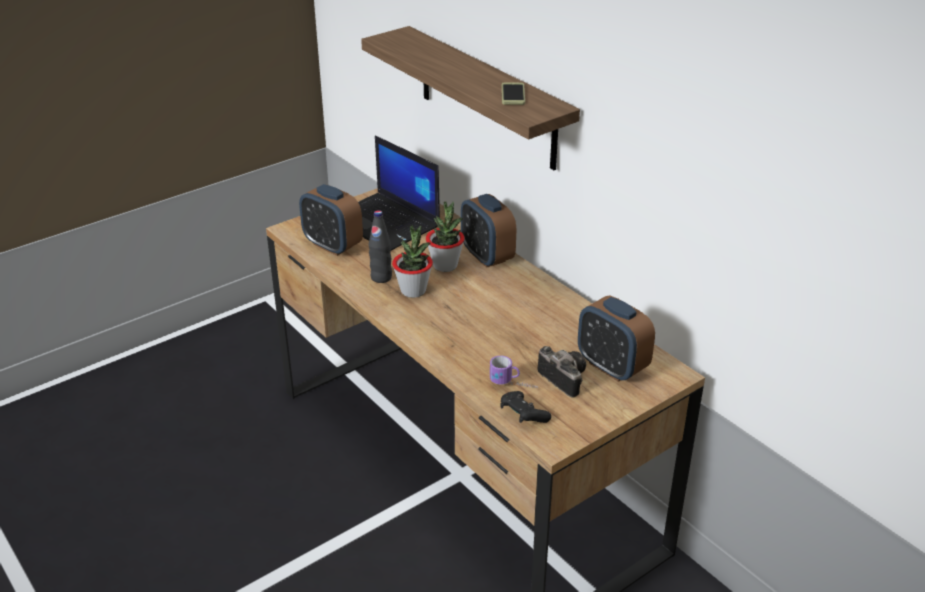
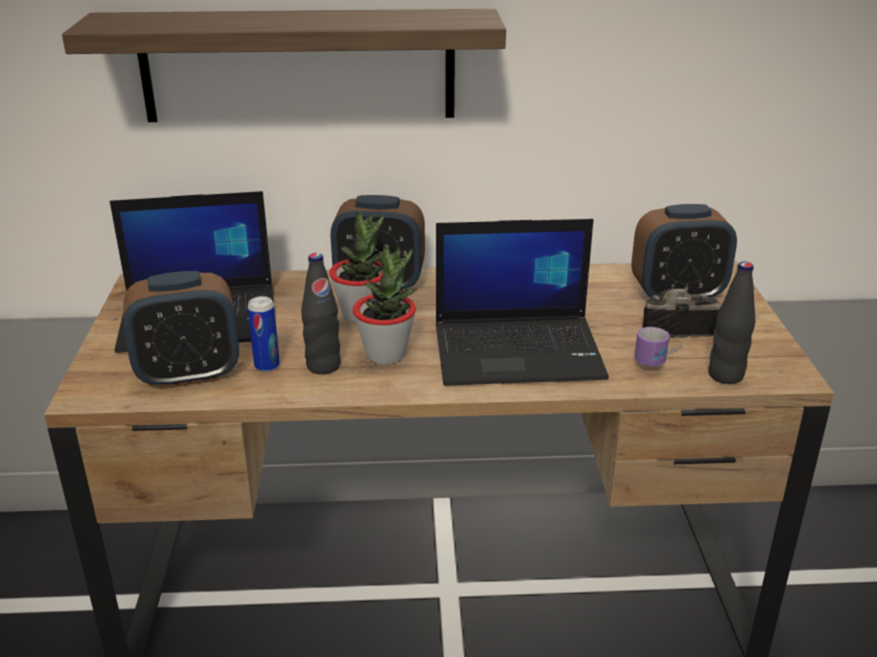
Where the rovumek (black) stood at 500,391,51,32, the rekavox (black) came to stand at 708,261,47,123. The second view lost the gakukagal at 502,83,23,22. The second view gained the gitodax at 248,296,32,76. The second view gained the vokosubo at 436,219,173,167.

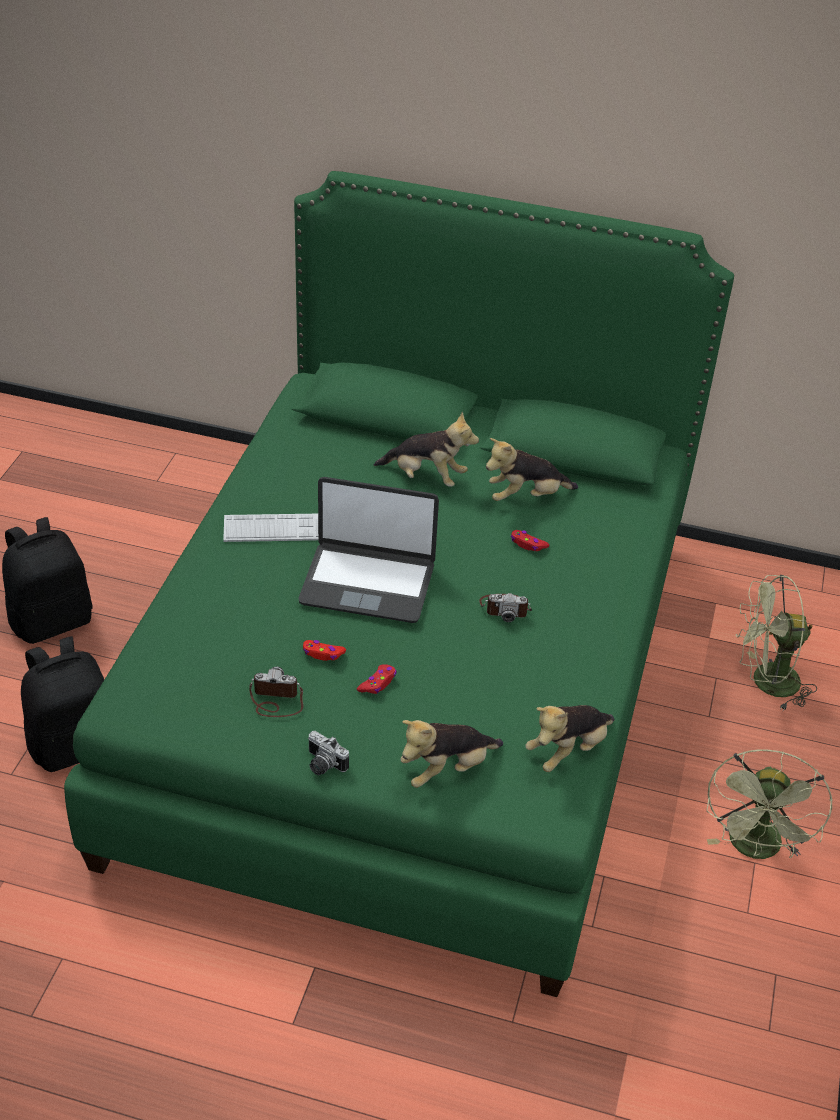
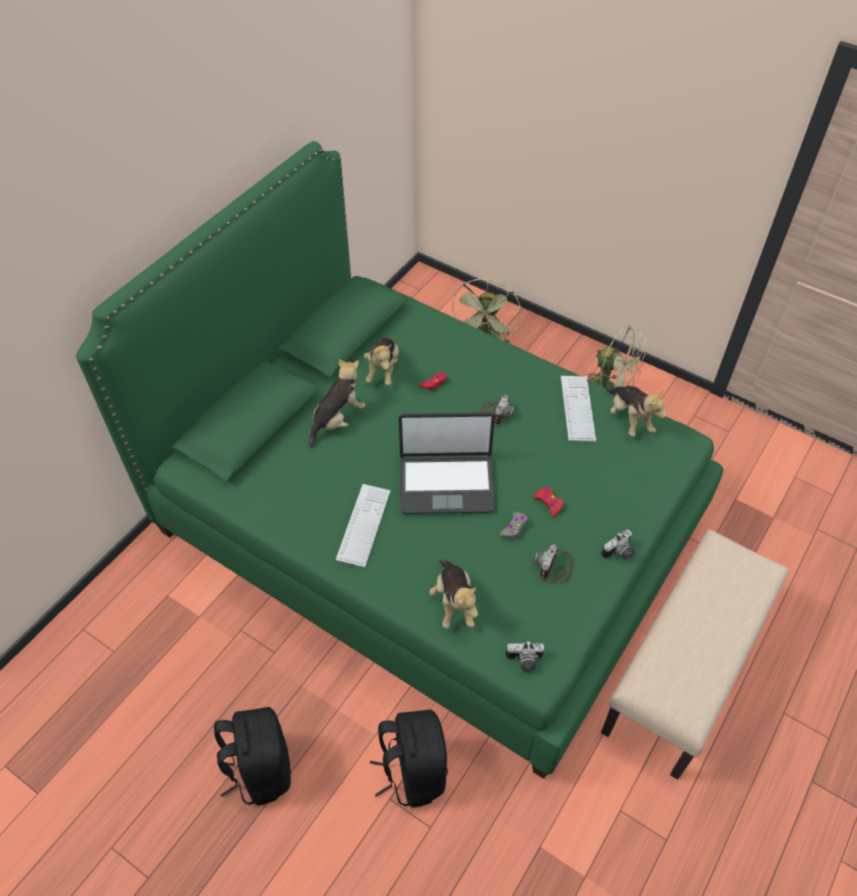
The vokosubo at 298,477,141,146 ended up facing another way, 60 degrees clockwise from before. What was the rovumek (red) at 303,640,43,21 turned into the rovumek (grey) at 500,512,28,26. The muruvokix ended up elsewhere, having gone from 401,720,102,68 to 429,560,49,69. The second view gained the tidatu at 505,641,39,32. The second view gained the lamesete at 561,376,35,66. The second view gained the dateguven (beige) at 601,530,188,250.

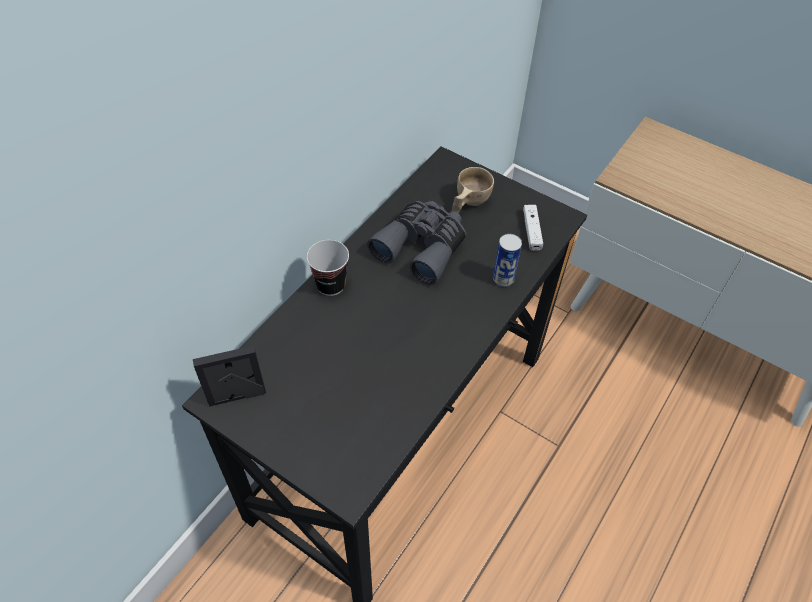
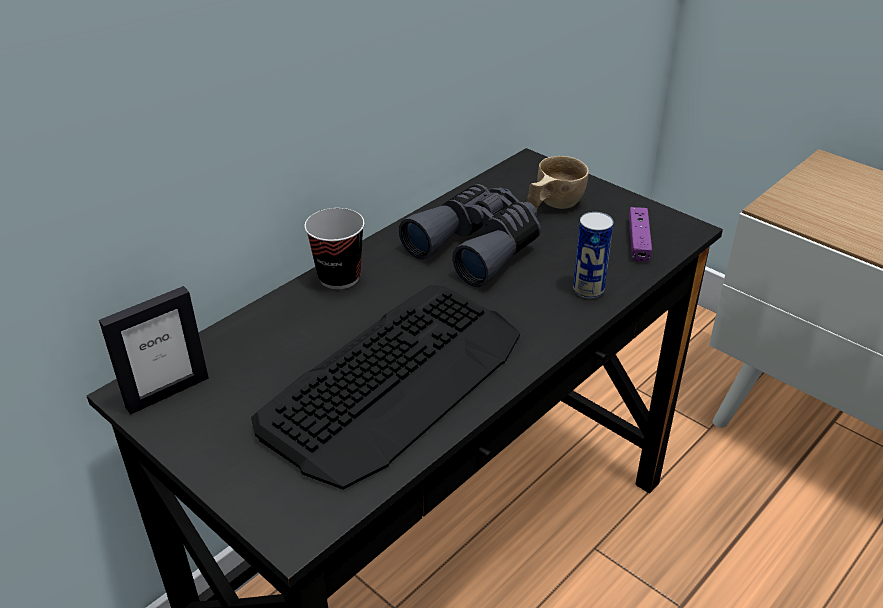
The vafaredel at 193,345,73,62 ended up facing another way, 150 degrees clockwise from before. What was the rovumek (white) at 523,205,20,46 turned into the rovumek (purple) at 629,207,23,55. The second view gained the lamesete at 251,285,269,205.

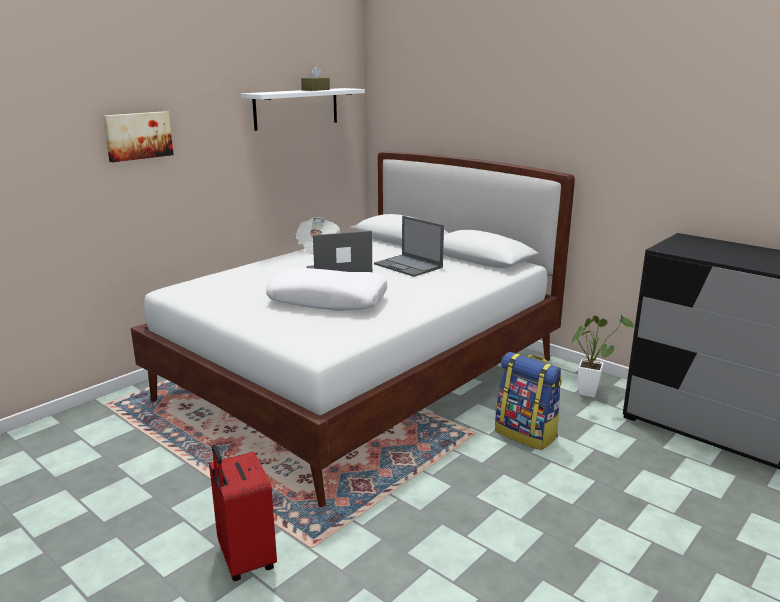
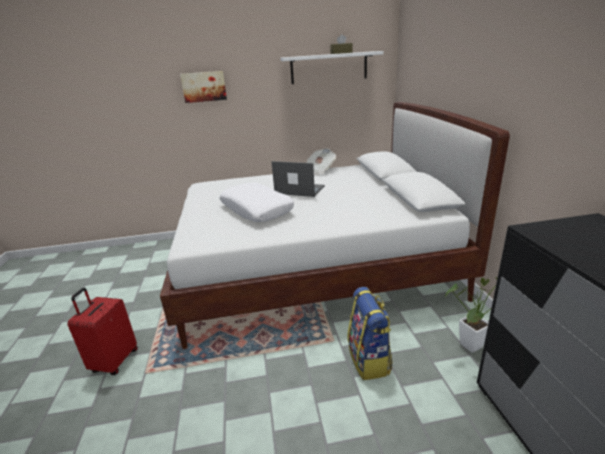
The second view lost the vokosubo at 374,216,70,61.

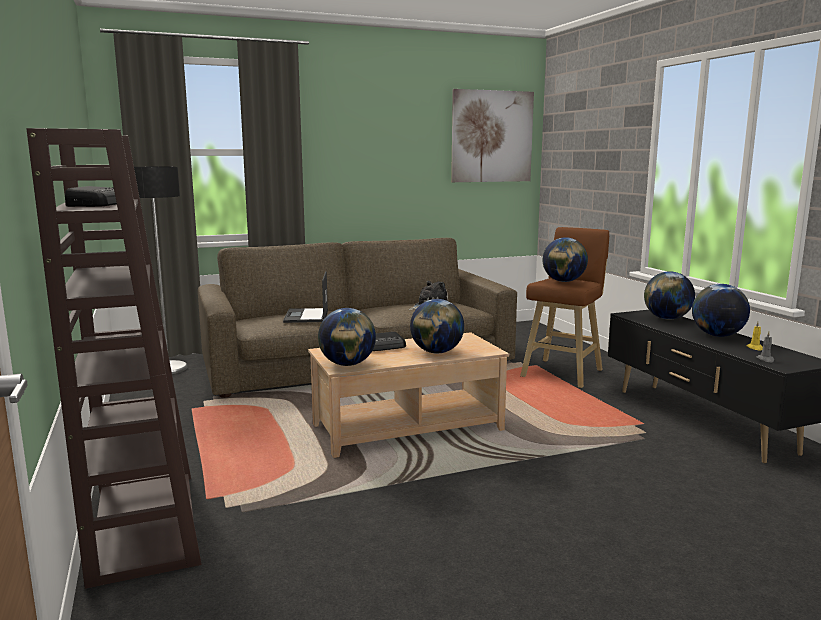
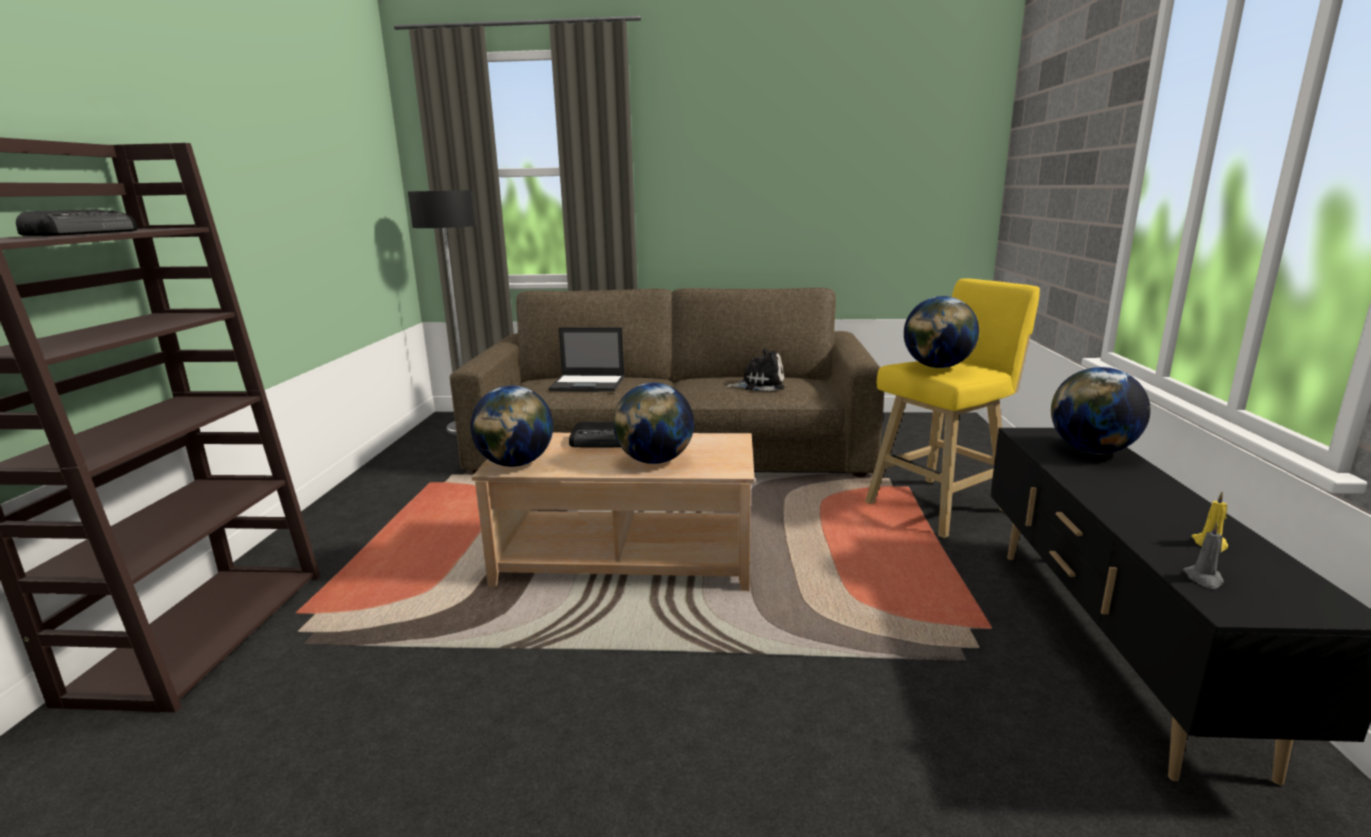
The vokosubo at 283,271,45,52 ended up facing another way, 105 degrees counterclockwise from before. The second view lost the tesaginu at 451,89,83,93. What was the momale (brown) at 520,227,89,161 turned into the momale (yellow) at 865,278,175,260. The second view lost the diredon at 692,284,58,53.

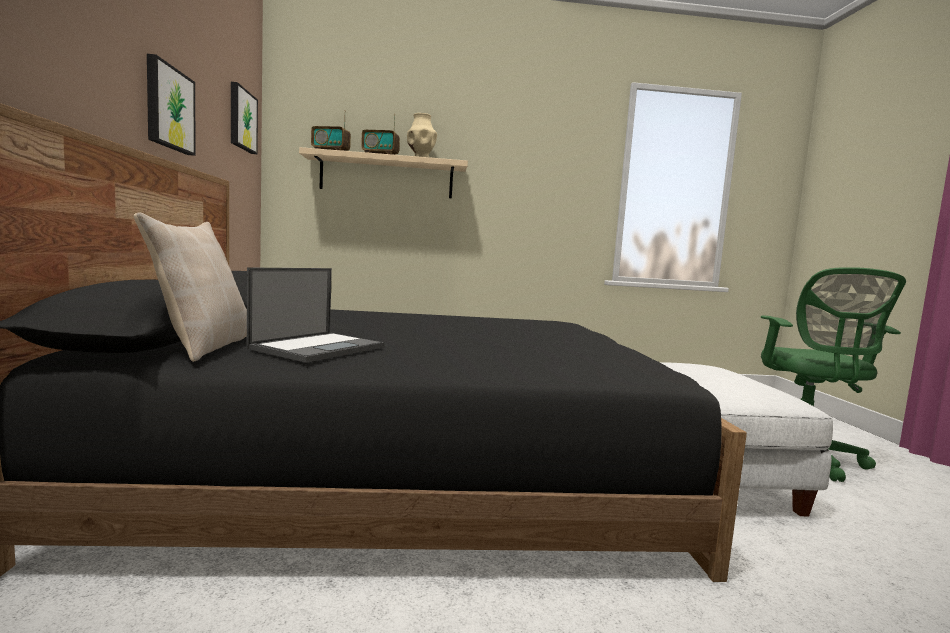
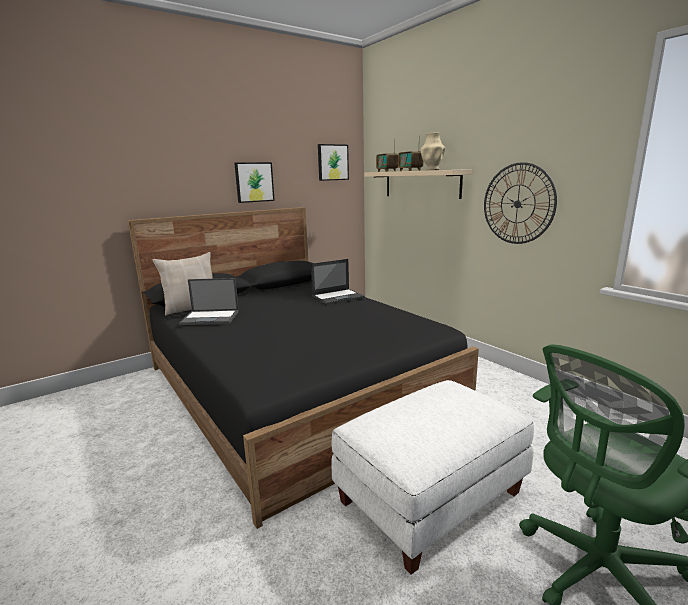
The second view gained the vokosubo at 311,259,54,46. The second view gained the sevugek at 484,162,73,82.

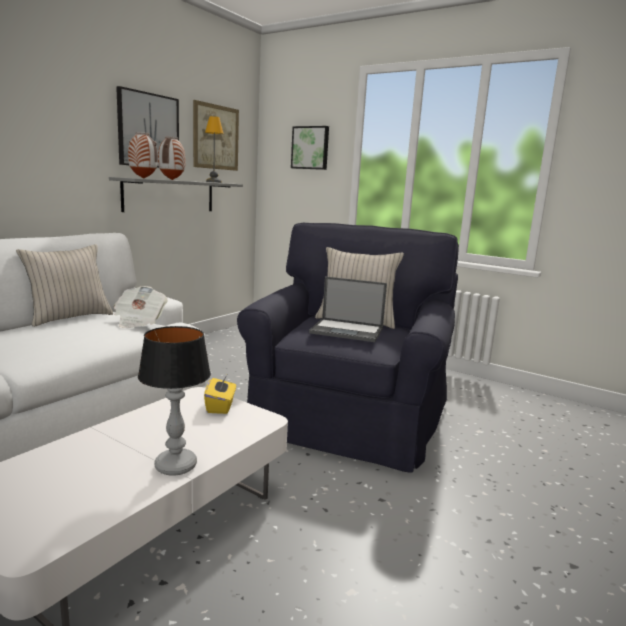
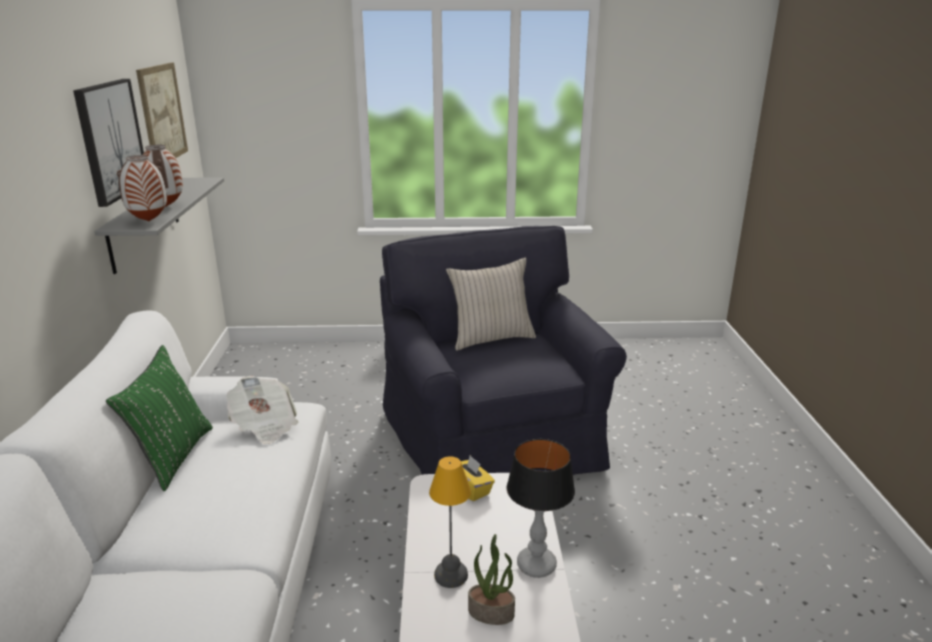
What was the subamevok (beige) at 16,244,97,83 turned into the subamevok (green) at 106,345,107,146. The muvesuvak ended up elsewhere, having gone from 205,116,18,67 to 429,456,42,132. The second view lost the tesaginu at 291,126,38,44. The second view lost the vokosubo at 309,277,78,65. The second view gained the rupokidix at 468,534,47,91.

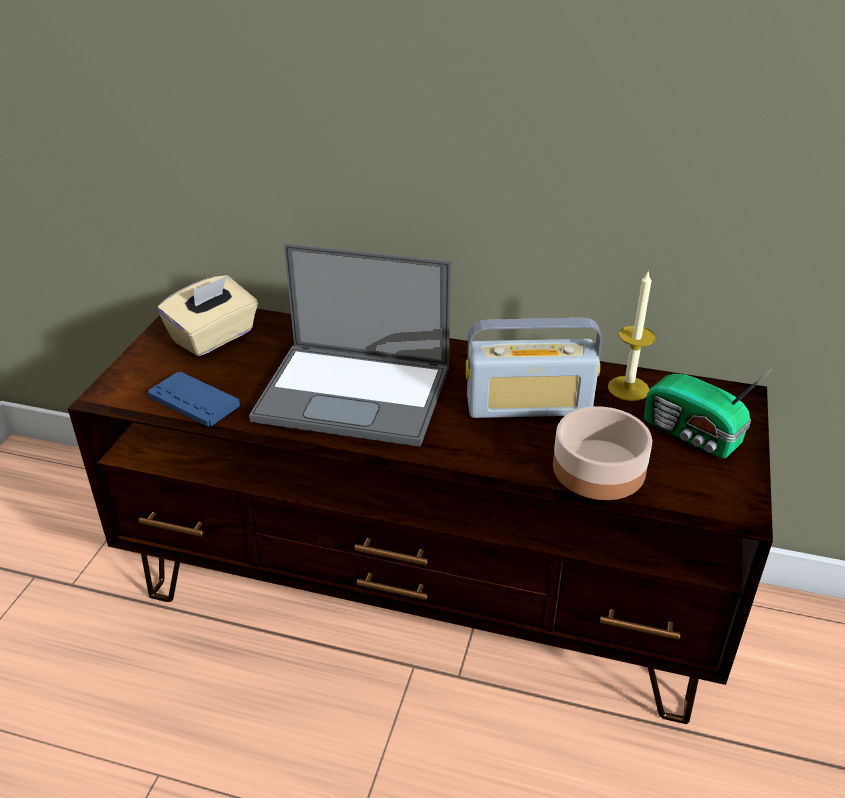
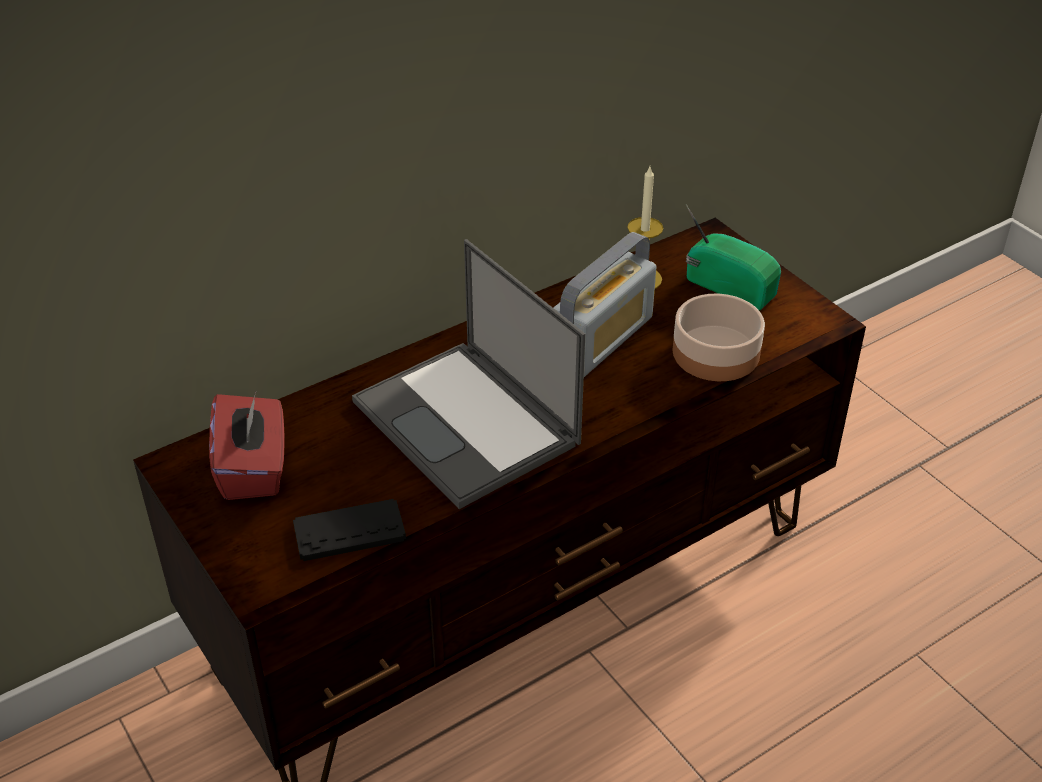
What was the rovumek (blue) at 148,372,92,55 turned into the rovumek (black) at 293,499,113,62. What was the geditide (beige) at 157,275,101,81 turned into the geditide (red) at 209,393,75,107. The vokosubo at 249,243,202,204 ended up facing another way, 90 degrees clockwise from before. The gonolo at 644,368,129,90 ended up facing another way, 135 degrees counterclockwise from before.

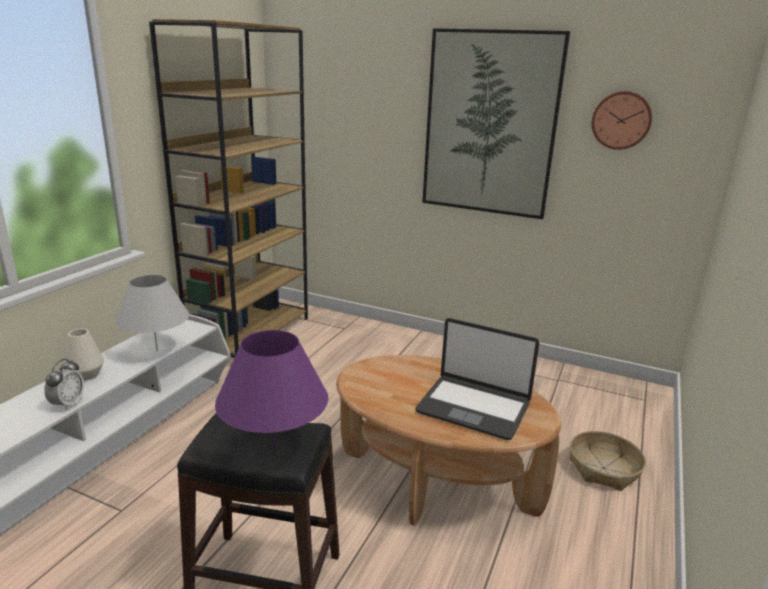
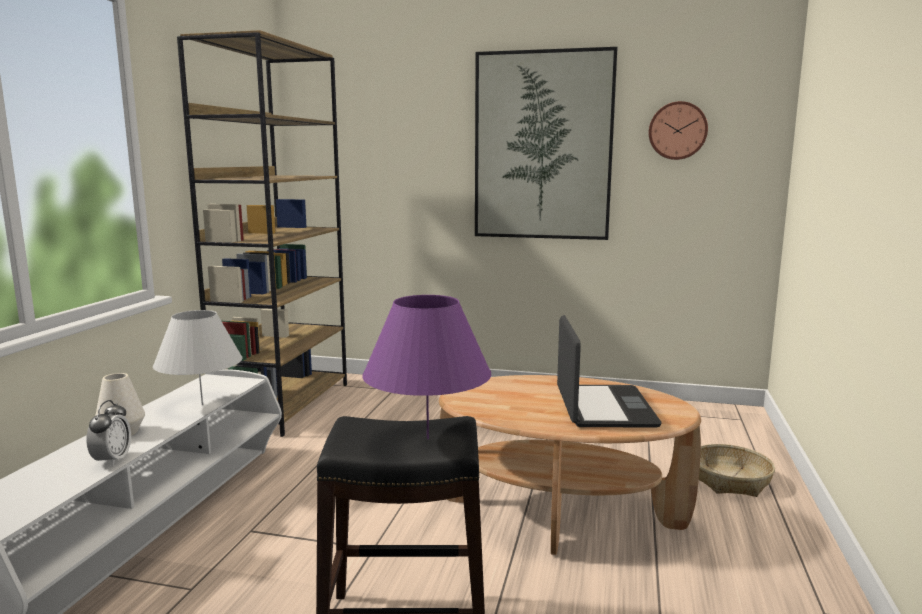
The vokosubo at 416,318,123,122 ended up facing another way, 105 degrees counterclockwise from before.

